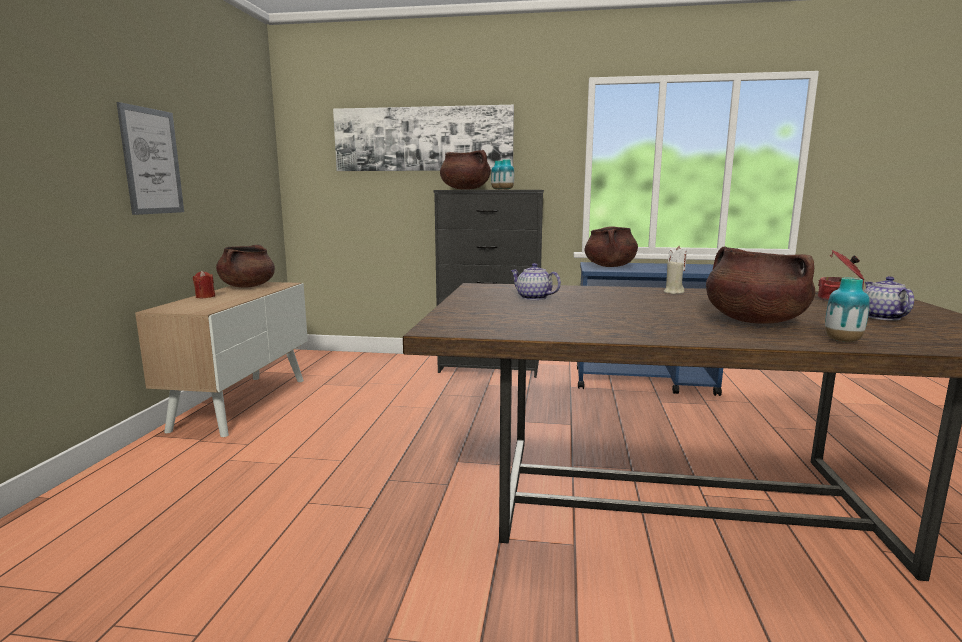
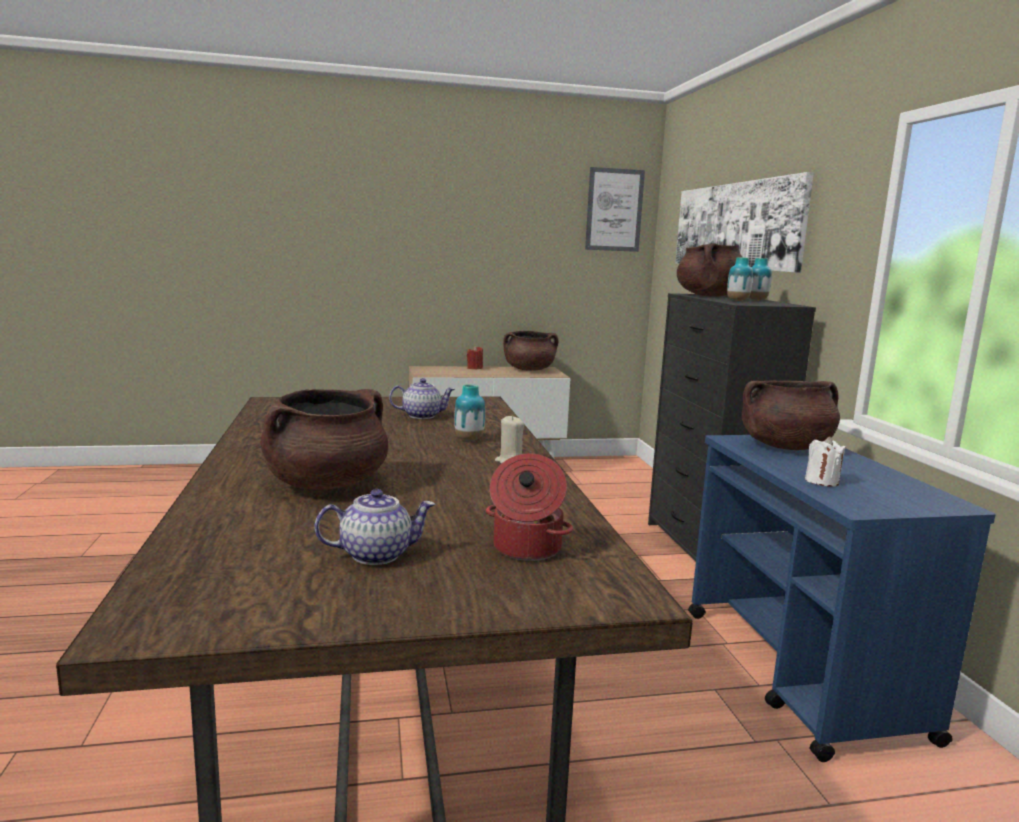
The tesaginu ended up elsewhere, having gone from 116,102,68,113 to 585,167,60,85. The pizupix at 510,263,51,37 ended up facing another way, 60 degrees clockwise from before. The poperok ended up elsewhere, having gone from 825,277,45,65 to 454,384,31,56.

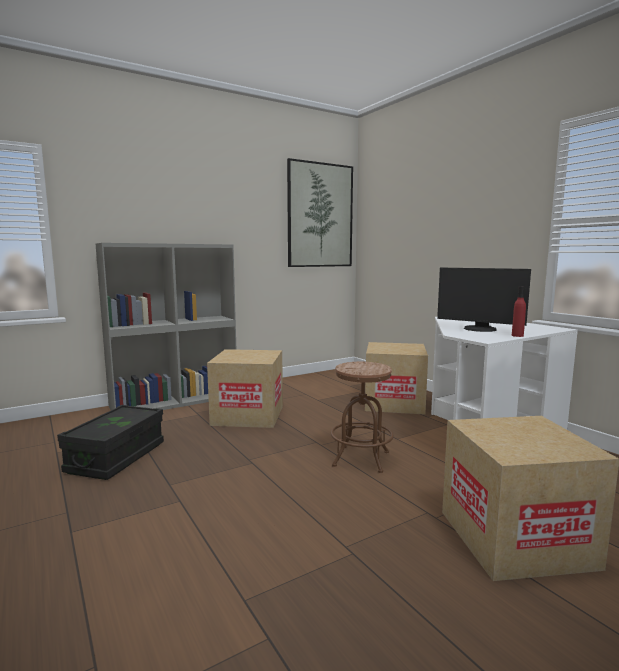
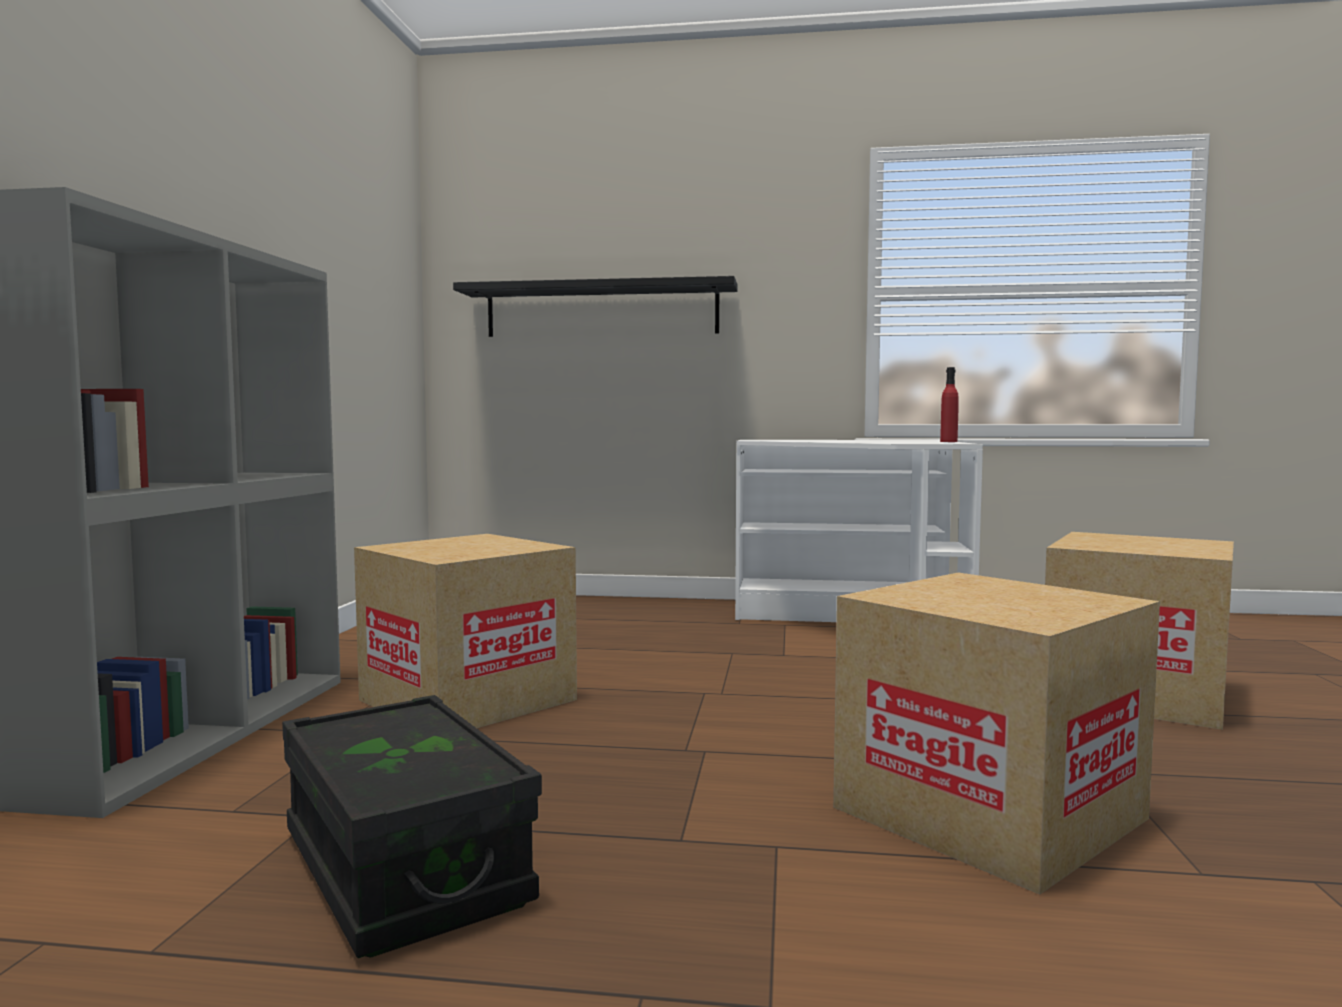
The second view lost the tesaginu at 287,158,66,109. The second view lost the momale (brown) at 331,362,63,111. The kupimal ended up elsewhere, having gone from 365,342,63,72 to 833,572,327,323. The second view lost the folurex at 437,268,94,64. The second view gained the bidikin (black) at 453,276,285,61.

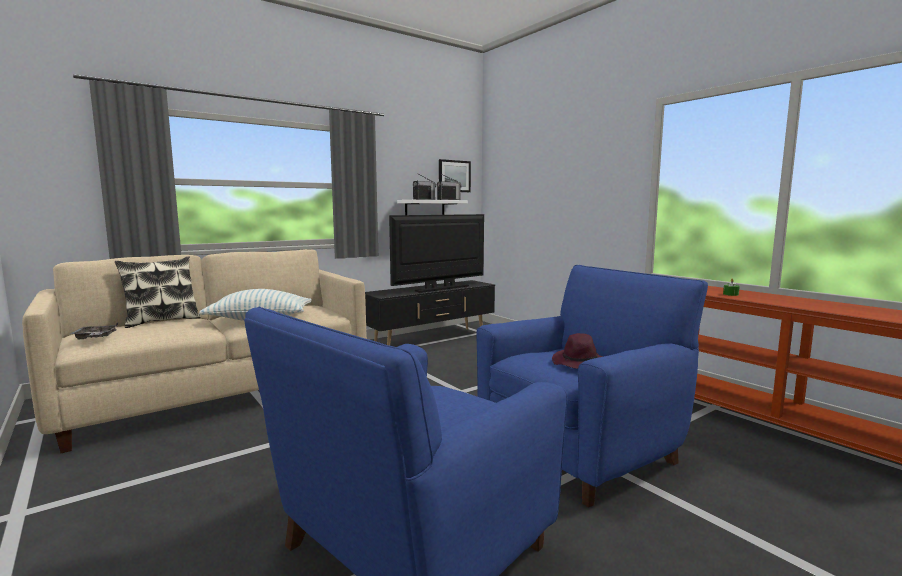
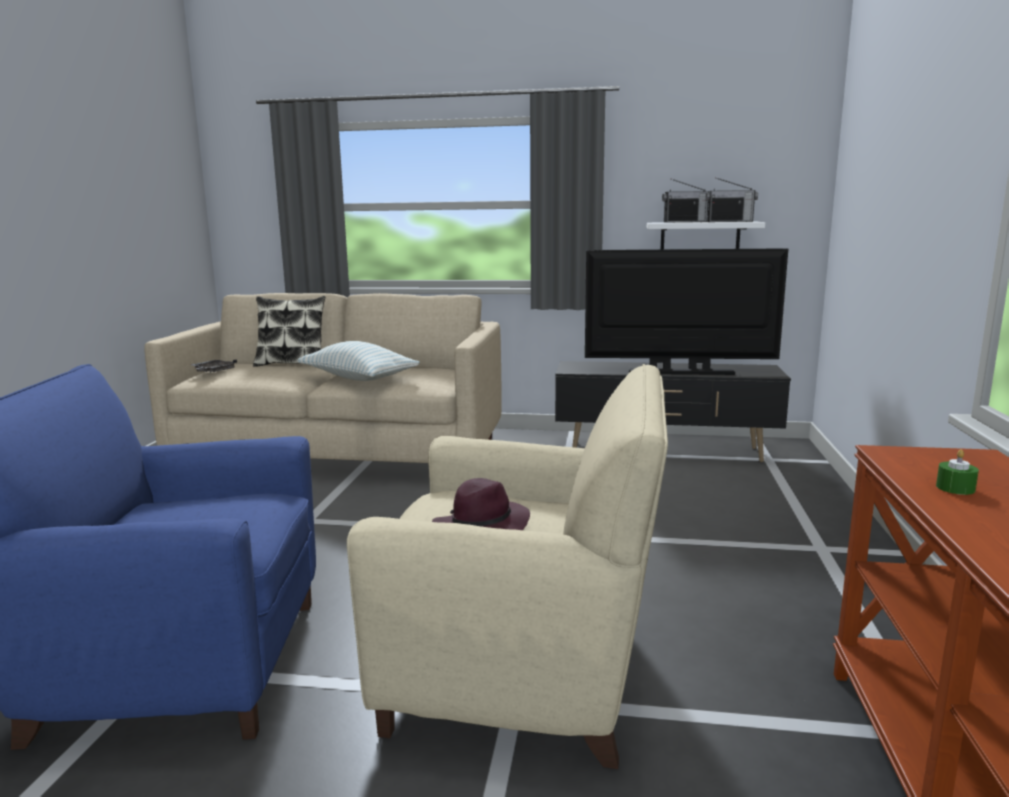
The second view lost the tesaginu at 439,159,32,33. What was the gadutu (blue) at 476,265,232,242 turned into the gadutu (beige) at 347,364,321,405.

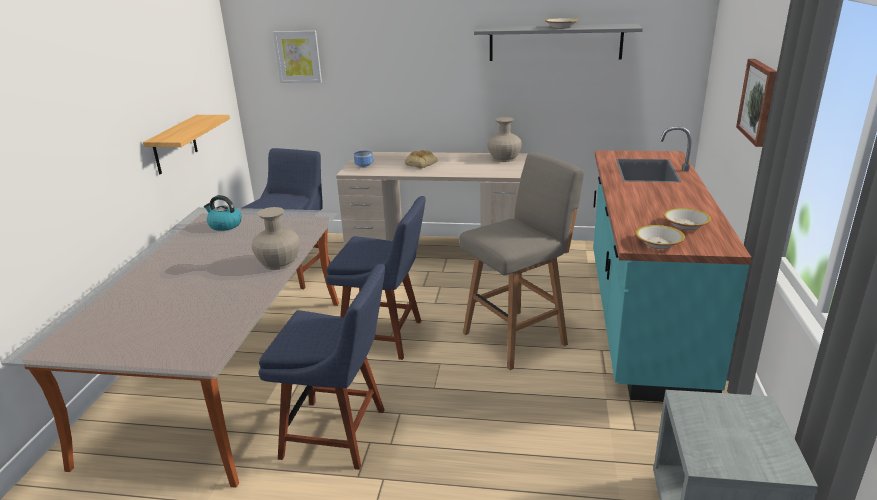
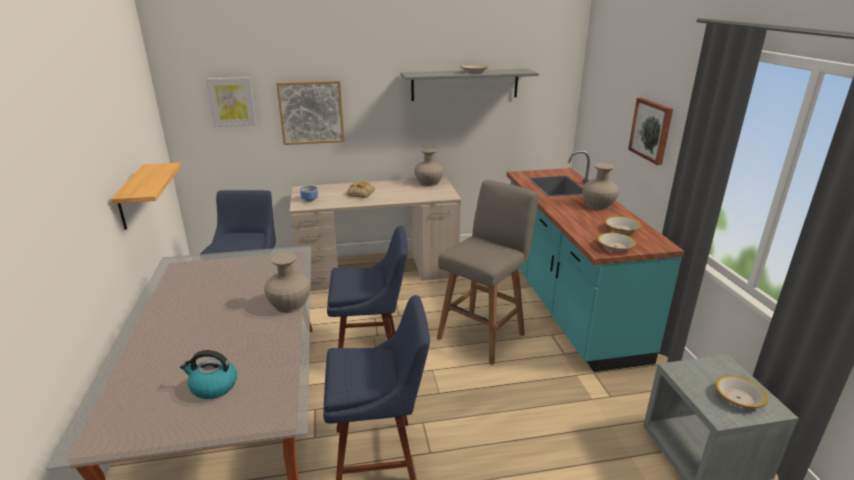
The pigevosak ended up elsewhere, having gone from 204,195,38,36 to 180,350,57,49. The second view gained the tesaginu at 276,80,68,65. The second view gained the poperok (beige) at 582,163,37,47. The second view gained the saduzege at 715,375,53,33.

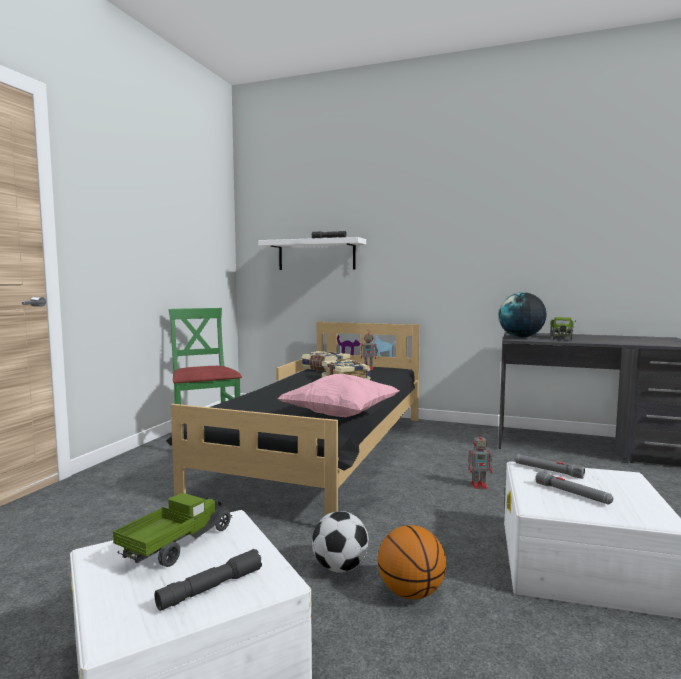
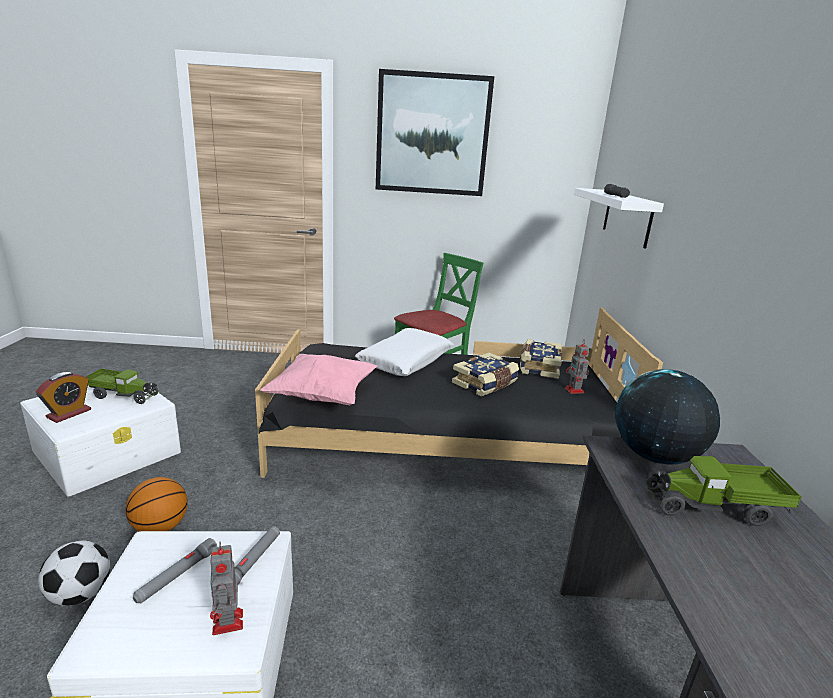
Where the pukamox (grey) stood at 154,549,108,62, the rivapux came to stand at 36,372,55,51. The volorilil ended up elsewhere, having gone from 312,511,57,62 to 38,541,72,65. The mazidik ended up elsewhere, having gone from 469,432,23,57 to 210,542,33,93. The second view gained the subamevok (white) at 355,328,99,48. The second view gained the tesaginu at 376,69,118,127.

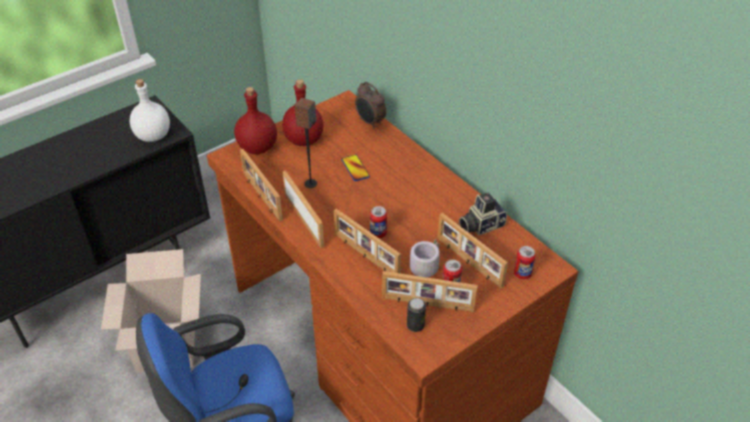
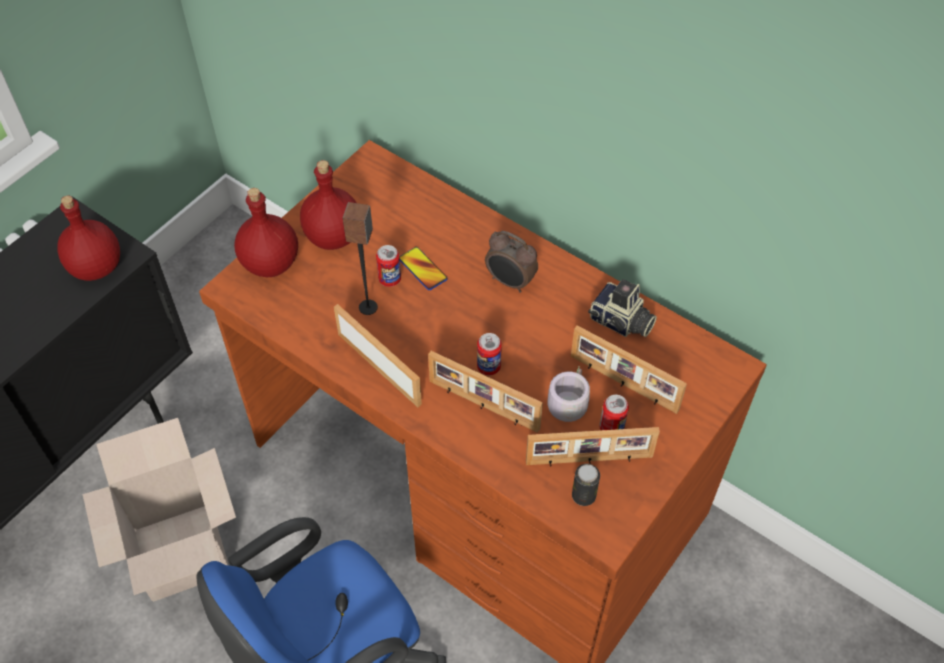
What was the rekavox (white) at 130,79,40,63 turned into the rekavox (red) at 57,196,63,85. The second view lost the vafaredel at 240,149,43,73. The rivapux ended up elsewhere, having gone from 355,82,31,47 to 485,231,53,62. The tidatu at 459,193,48,42 ended up facing another way, 105 degrees counterclockwise from before. The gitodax ended up elsewhere, having gone from 514,246,22,34 to 376,245,25,42.

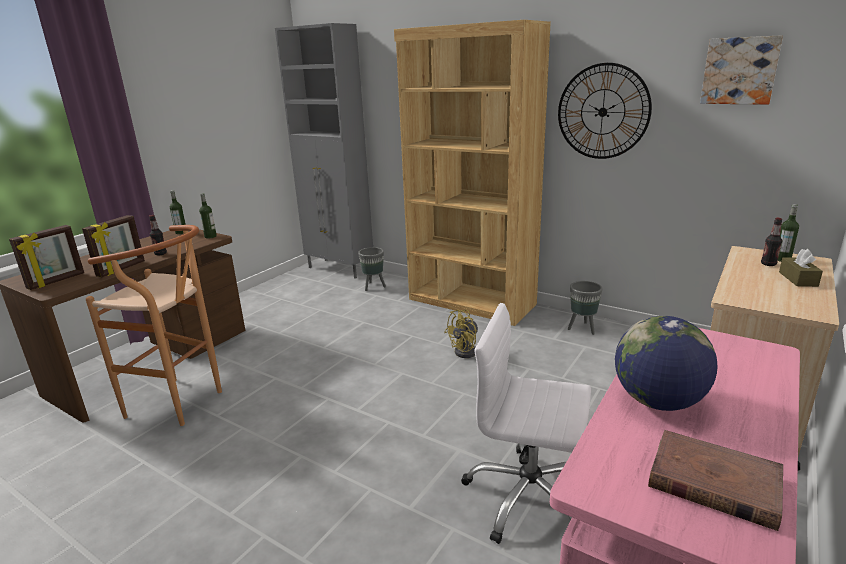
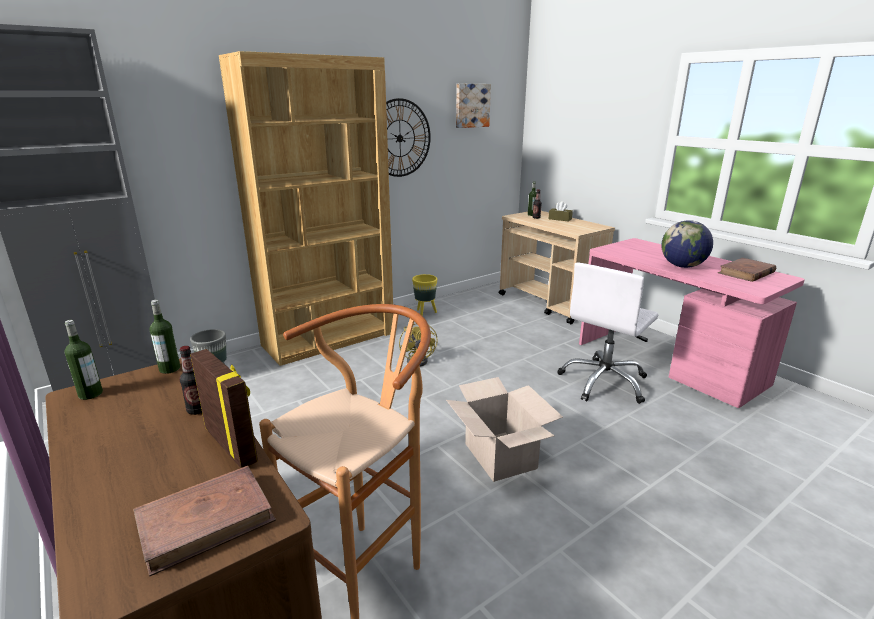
Where the vafaredel stood at 9,225,75,65, the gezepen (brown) came to stand at 133,466,143,111. What was the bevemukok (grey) at 568,281,35,54 turned into the bevemukok (yellow) at 412,274,25,42. The second view gained the kupimal at 446,377,117,105.

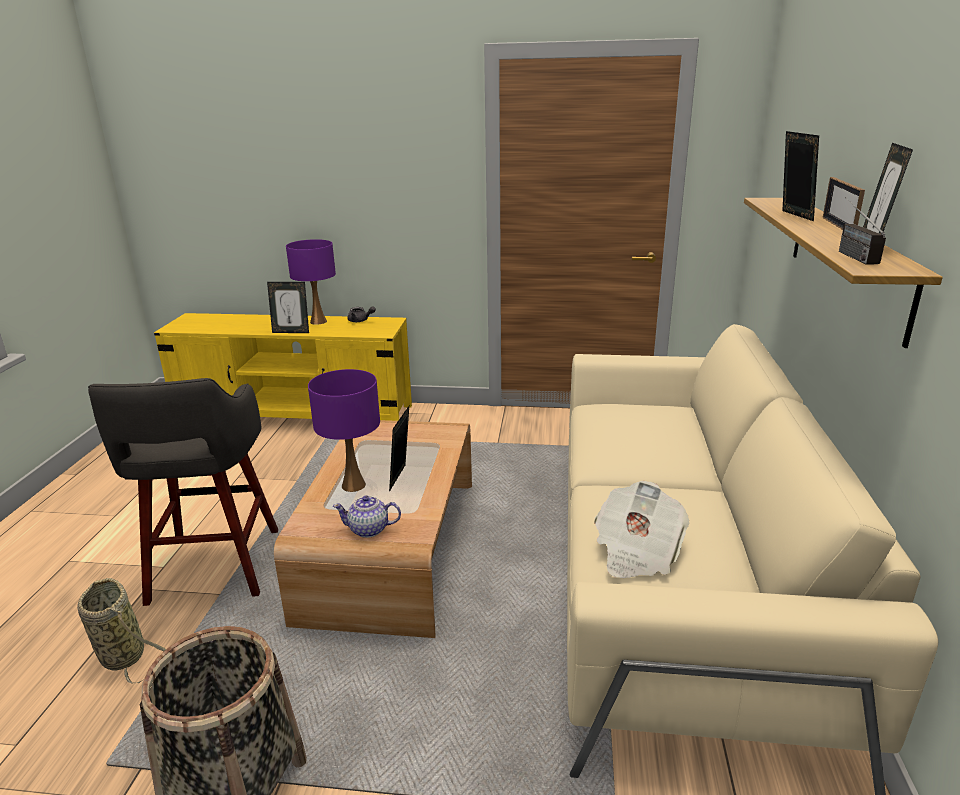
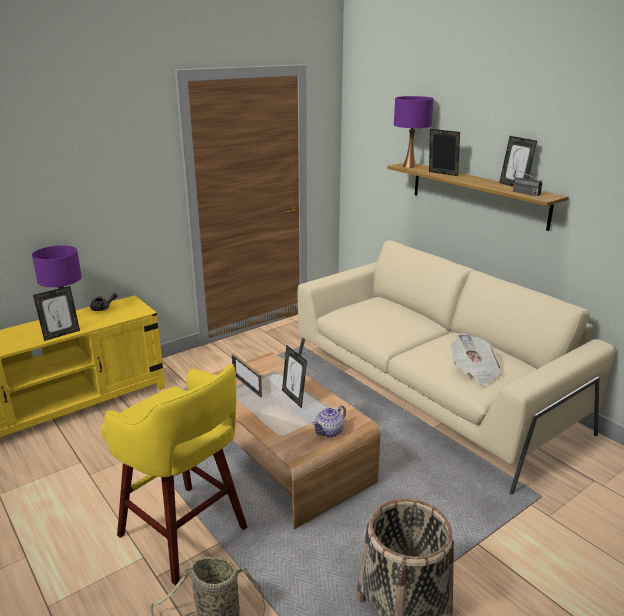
What was the momale (grey) at 88,378,190,228 turned into the momale (yellow) at 101,364,146,221. The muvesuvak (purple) ended up elsewhere, having gone from 308,369,72,123 to 394,96,40,72. The vafaredel ended up elsewhere, having gone from 823,177,42,53 to 232,354,30,43.

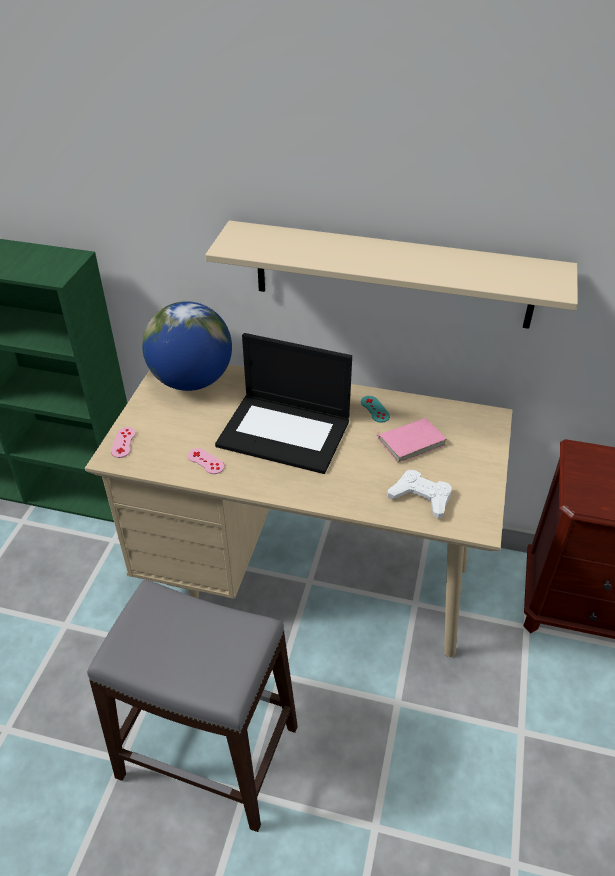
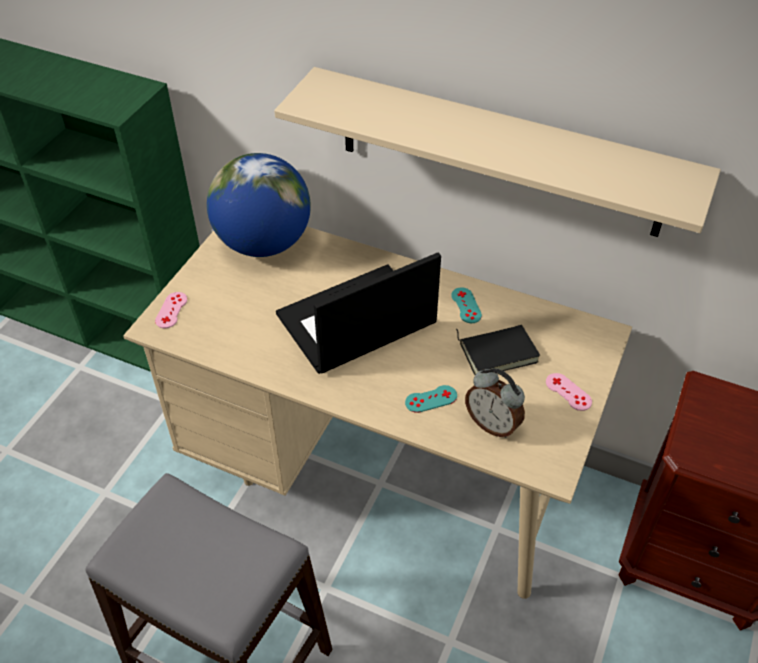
The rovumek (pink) ended up elsewhere, having gone from 187,448,38,26 to 546,373,46,38. The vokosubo at 215,333,137,141 ended up facing another way, 120 degrees clockwise from before. What was the gezepen (pink) at 372,418,74,45 turned into the gezepen (black) at 456,325,84,50. Where the rovumek (white) stood at 387,470,65,49, the rivapux came to stand at 465,368,60,70. The second view gained the rovumek (turquoise) at 405,385,52,28.

